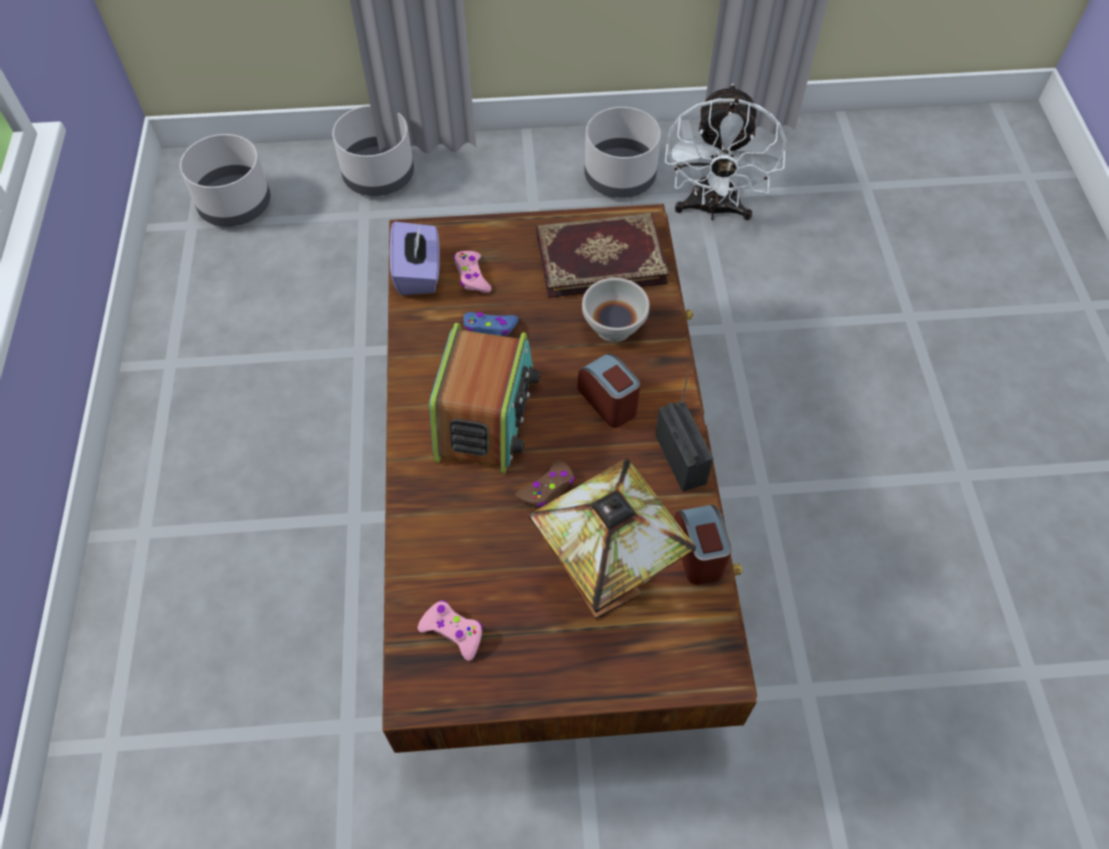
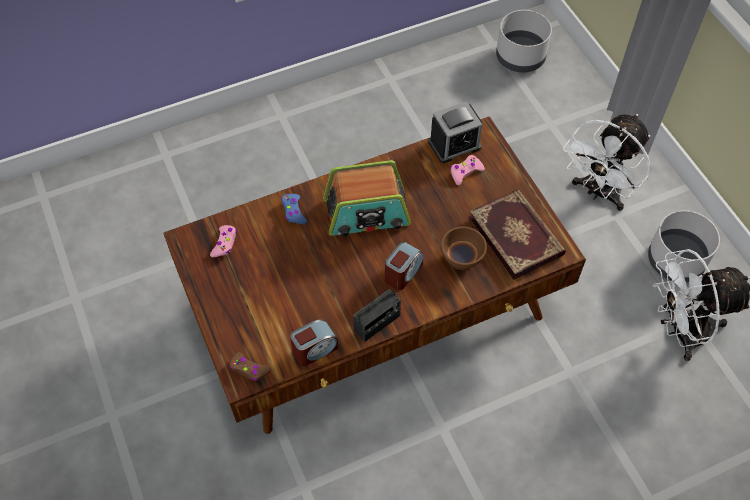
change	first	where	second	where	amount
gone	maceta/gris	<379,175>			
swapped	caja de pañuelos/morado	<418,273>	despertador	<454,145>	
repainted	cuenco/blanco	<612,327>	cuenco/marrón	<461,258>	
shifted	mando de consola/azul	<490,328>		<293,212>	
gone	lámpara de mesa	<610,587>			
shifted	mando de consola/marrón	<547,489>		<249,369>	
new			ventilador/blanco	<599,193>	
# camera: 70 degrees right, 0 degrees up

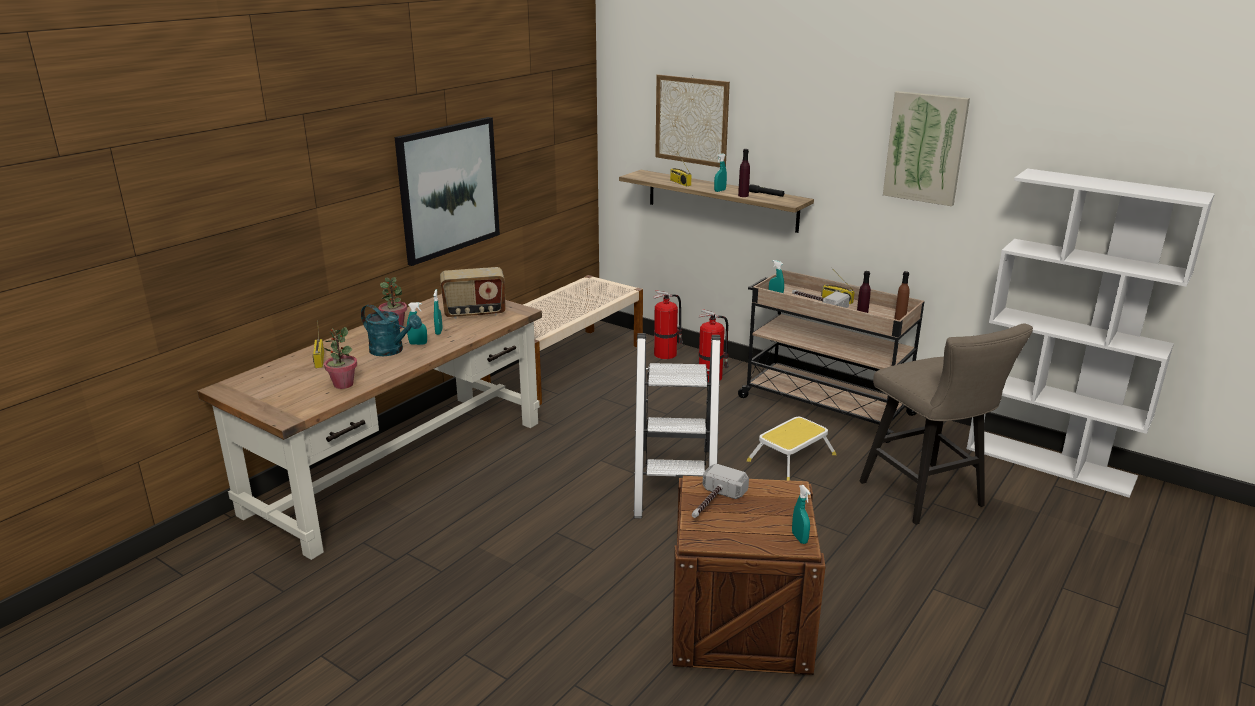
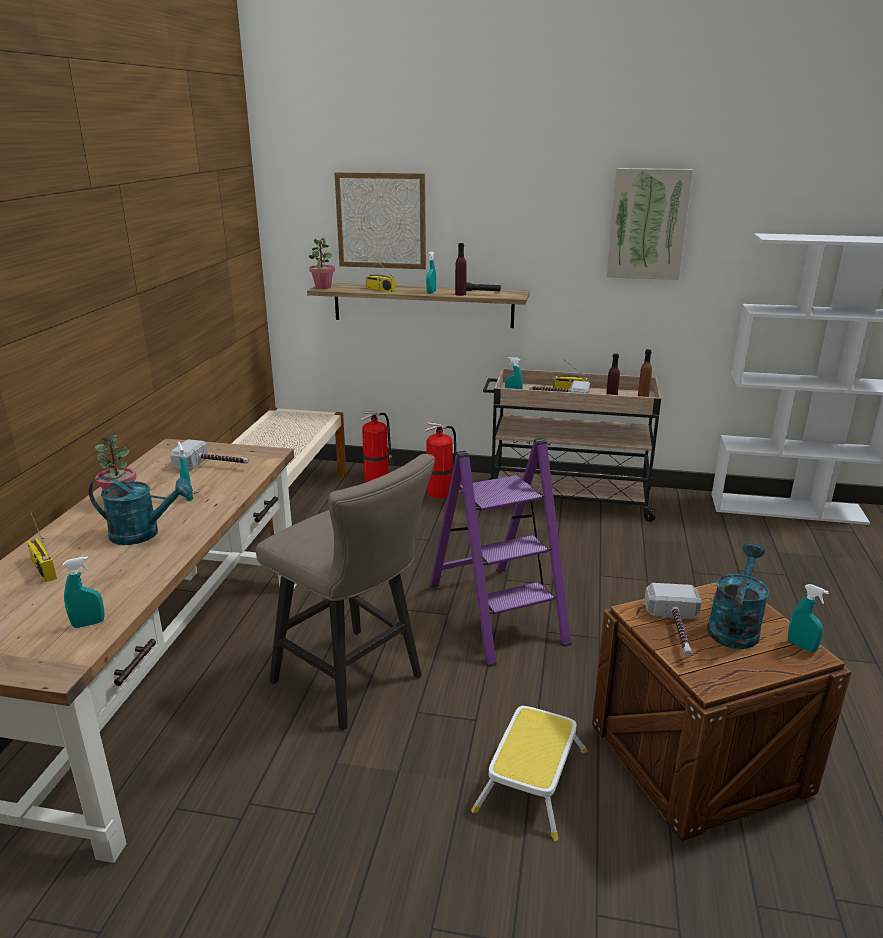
change	first	where	second	where	amount
gone	cuadro	<448,189>			
swapped	radio	<474,313>	martillo	<214,466>	
shifted	pulverizador/turquesa	<418,344>		<88,624>	
shifted	taburete/beis	<927,497>		<355,682>	
shifted	planta en maceta	<343,384>		<323,287>	
repainted	escalera de tijera/gris	<675,480>	escalera de tijera/morado	<495,611>	
shifted	escalera de tijera/amarillo	<791,457>		<531,779>	
new			regadera/turquesa	<734,626>	
# camera: 25 degrees left, 0 degrees up

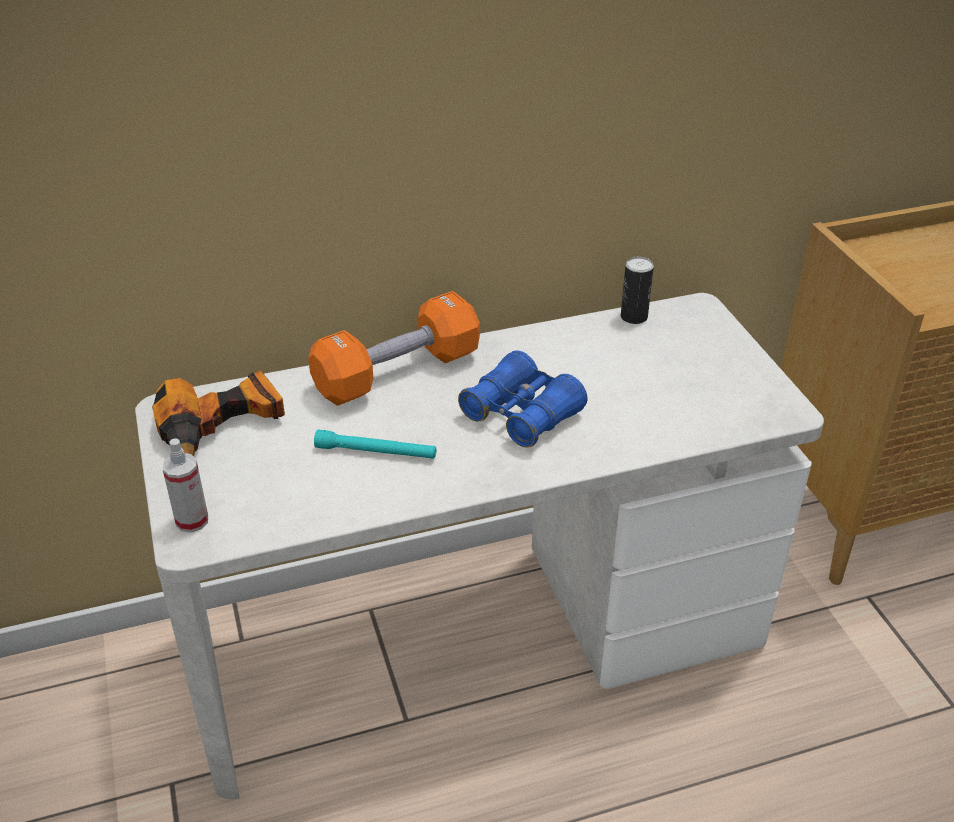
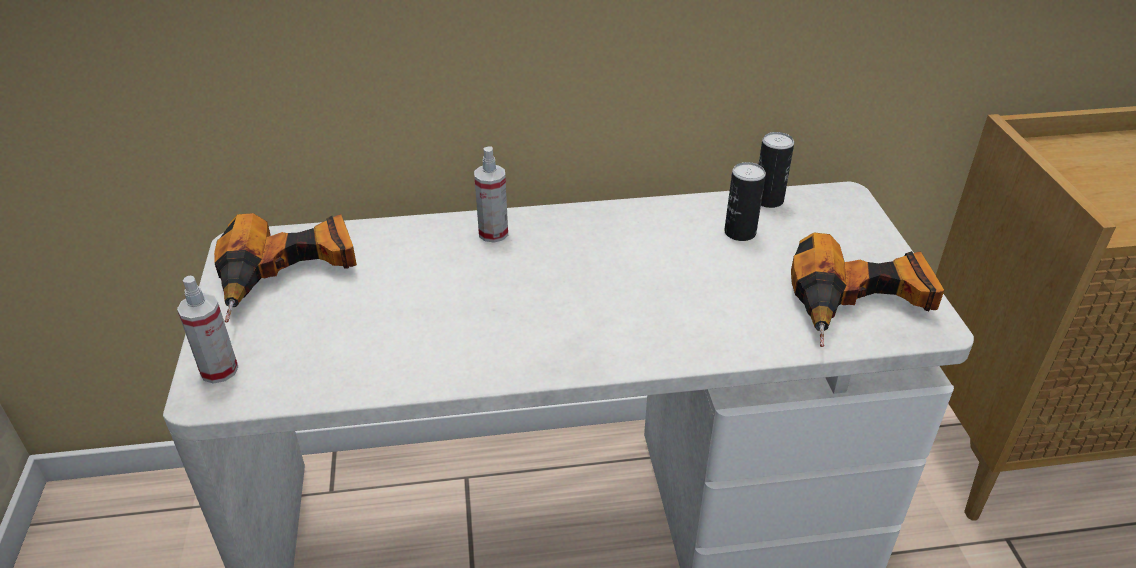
change	first	where	second	where	amount
swapped	mancuerna/naranja	<397,372>	pulverizador	<493,233>	
gone	prismáticos/azul	<521,414>			
gone	linterna/turquesa	<376,452>			
new			lata	<740,232>	
new			taladro	<861,306>	
# camera: 10 degrees right, 0 degrees up

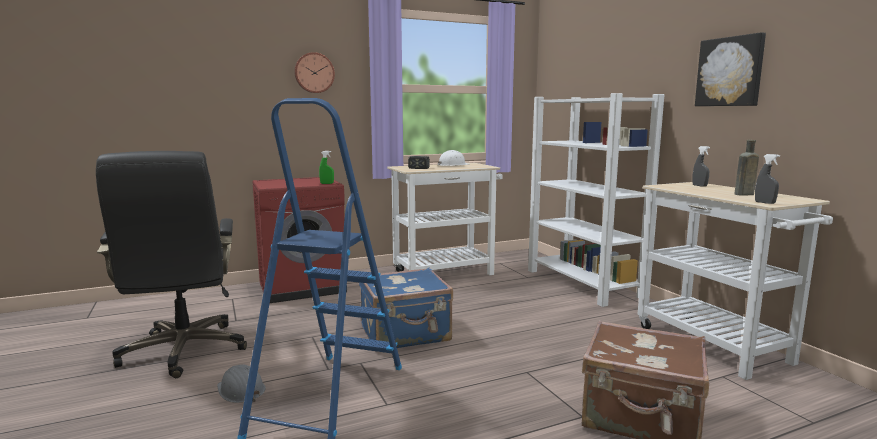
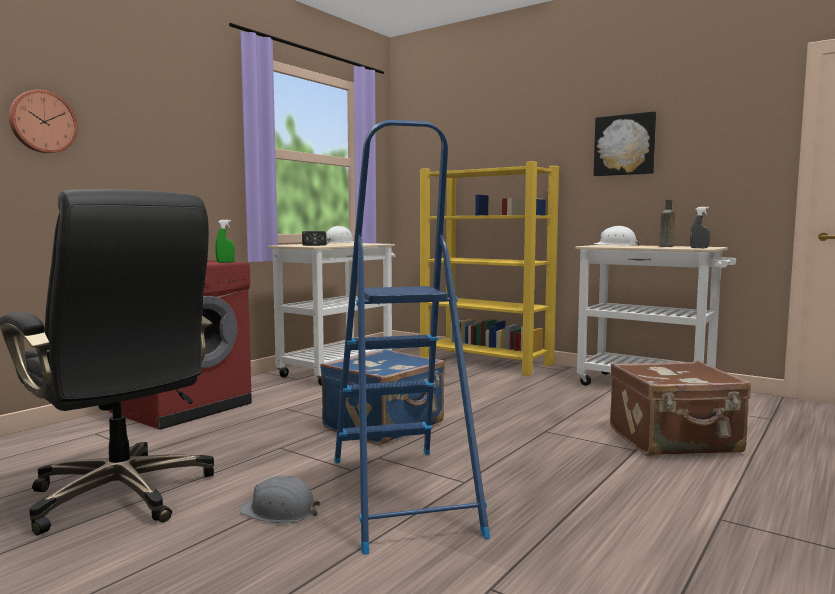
change	first	where	second	where	amount
shifted	reloj de pared	<314,73>		<42,122>	
repainted	estantería/blanco	<583,283>	estantería/amarillo	<485,362>	
swapped	pulverizador/gris	<699,186>	casco/blanco	<616,245>	
# camera: 30 degrees left, 5 degrees down

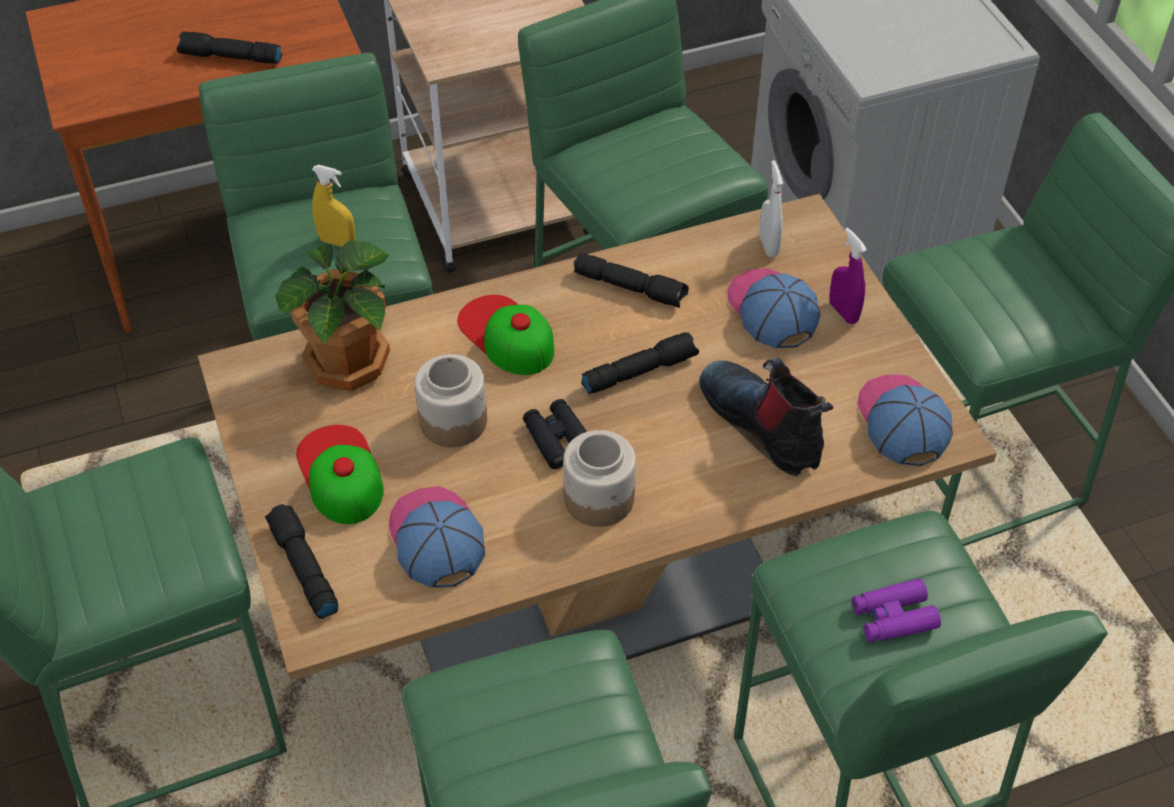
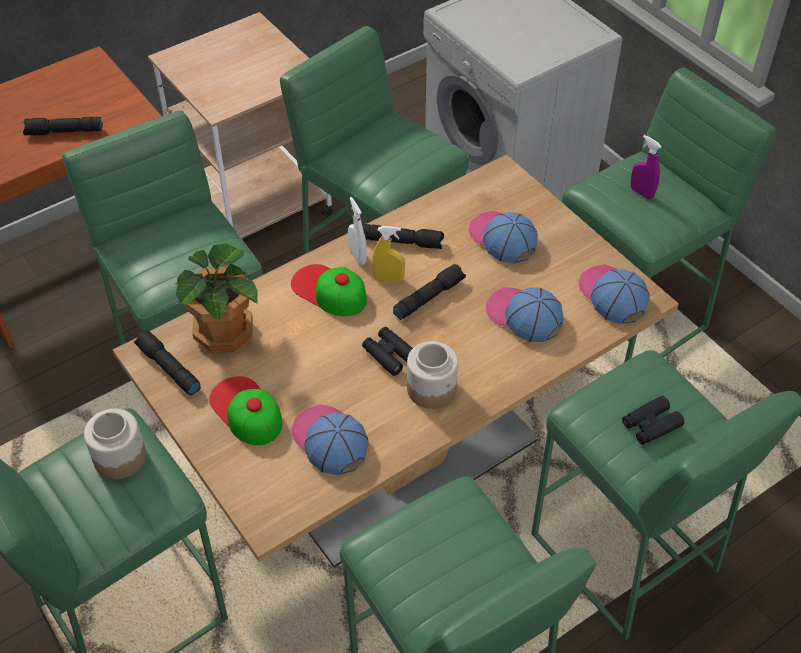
change	first	where	second	where	amount
shifted	pulverizador/blanco	<768,245>		<357,256>	
shifted	pulverizador/amarillo	<337,242>		<388,279>	
shifted	pulverizador/morado	<843,312>		<641,193>	
shifted	tarro	<453,420>		<120,457>	
swapped	bota	<763,424>	gorra	<523,316>	
shifted	linterna/negro	<302,568>		<168,368>	
repainted	prismáticos/morado	<893,617>	prismáticos/negro	<651,425>	
# camera: 15 degrees left, 0 degrees up

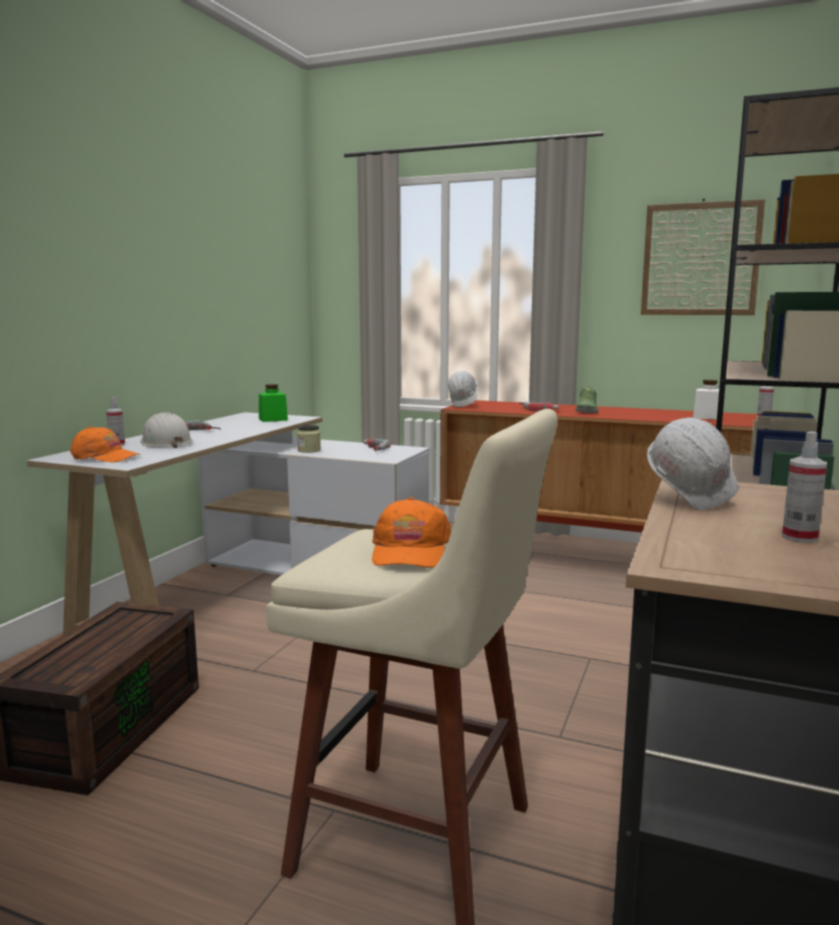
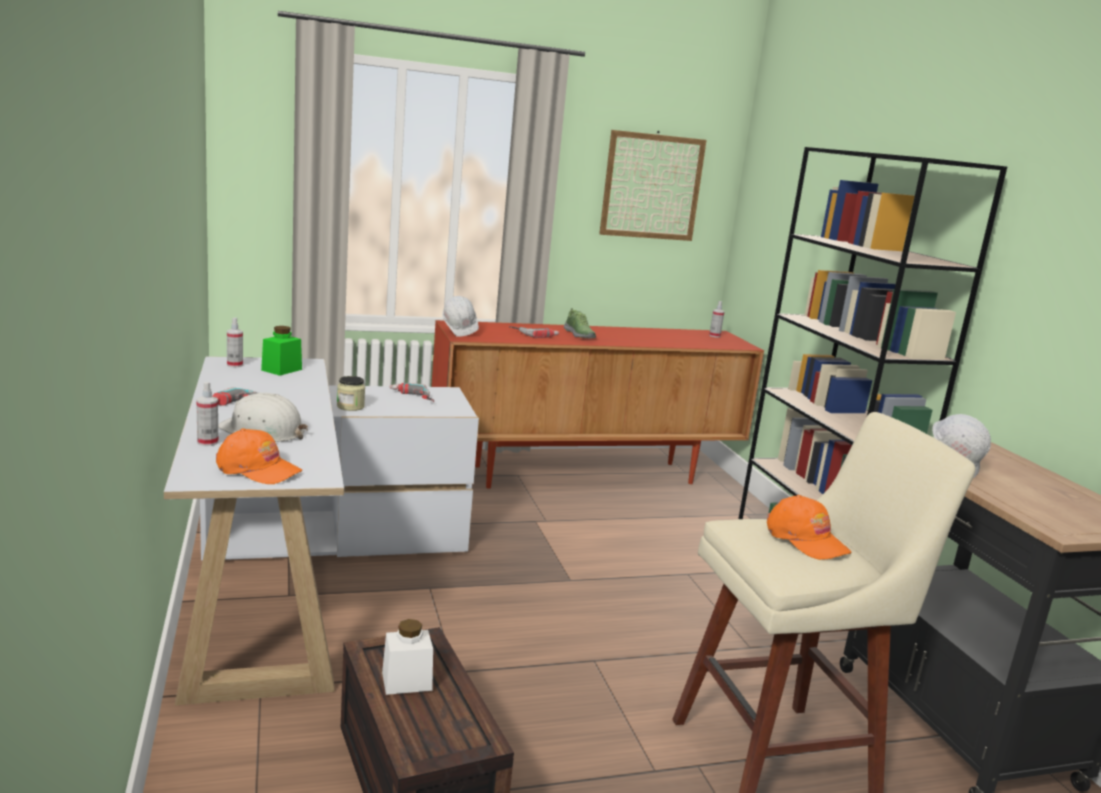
change	first	where	second	where	amount
shifted	tarro/blanco	<707,417>		<406,681>	
rotated	gorra/naranja	<104,457>		<258,469>	45 degrees clockwise
shifted	pulverizador	<799,537>		<235,365>	
# camera: 40 degrees left, 5 degrees up

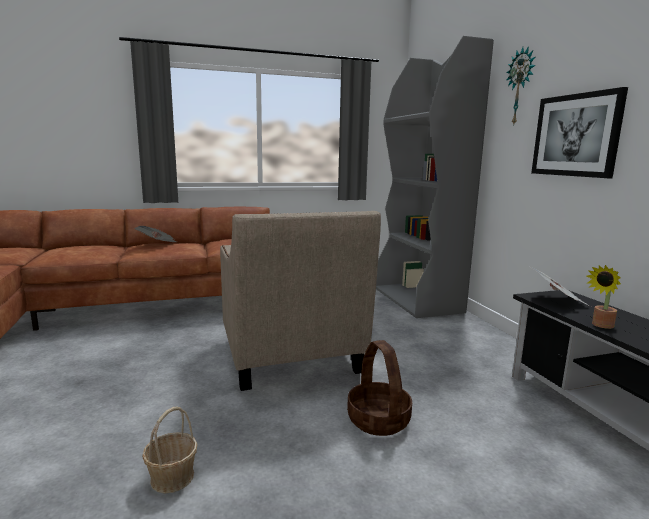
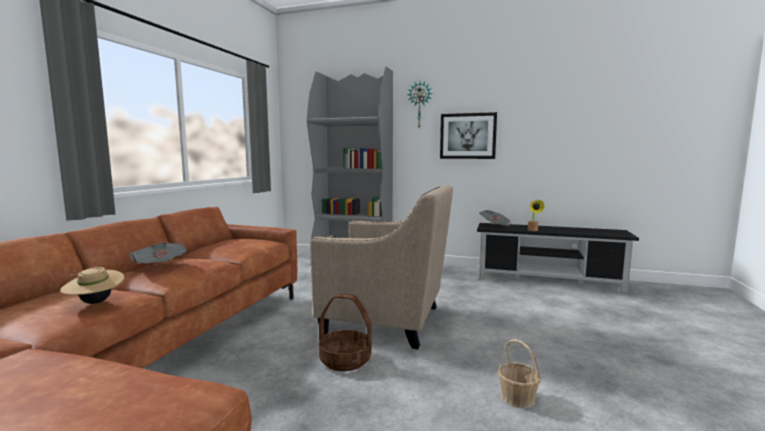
change	first	where	second	where	amount
shifted	cesta	<379,420>		<345,359>	
new			sombrero/beis	<95,302>	
# camera: 55 degrees left, 5 degrees down

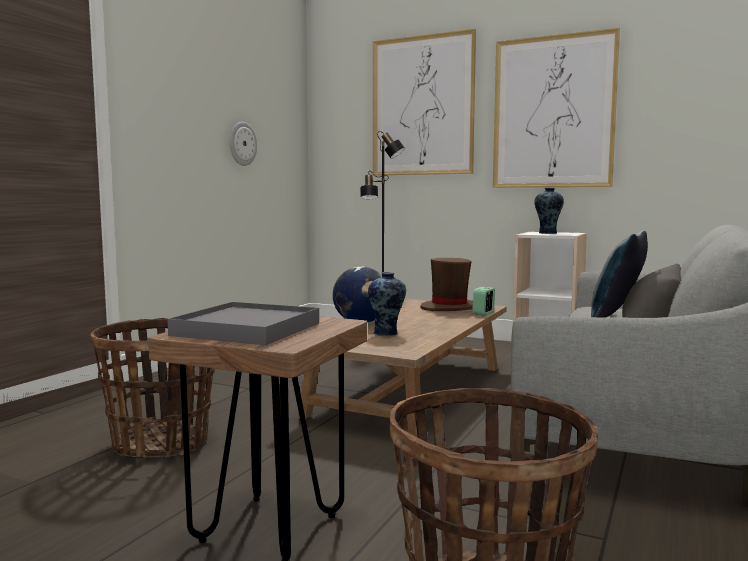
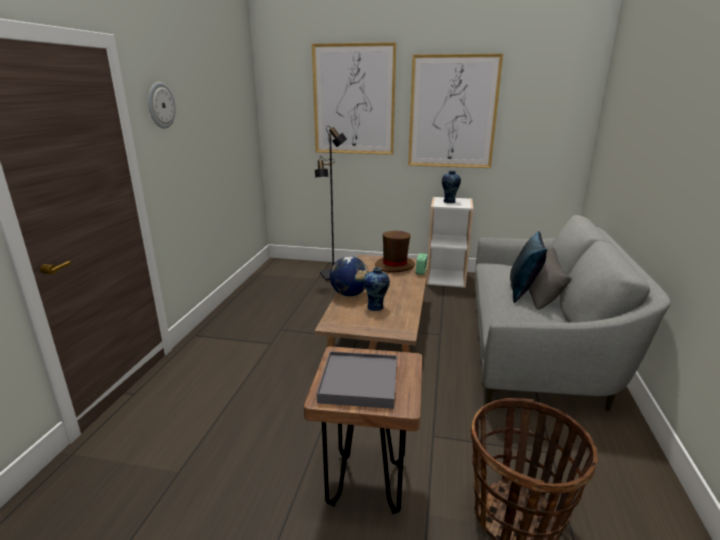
change	first	where	second	where	amount
shifted	reloj de pared	<242,144>		<160,105>	
gone	cesta	<161,443>			
# camera: 15 degrees left, 15 degrees up

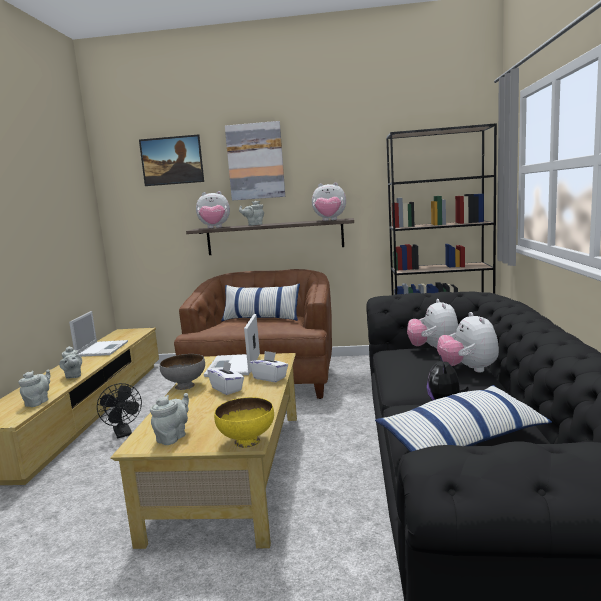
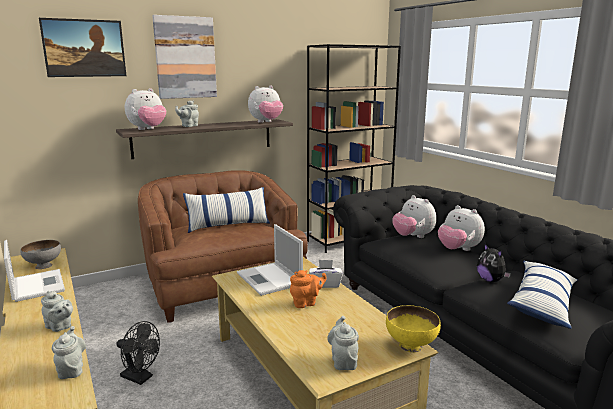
change	first	where	second	where	amount
shifted	cuenco/gris	<185,386>		<44,265>	
swapped	caja de pañuelos/blanco	<227,389>	tetera/naranja	<306,303>	
# camera: 35 degrees left, 5 degrees up

